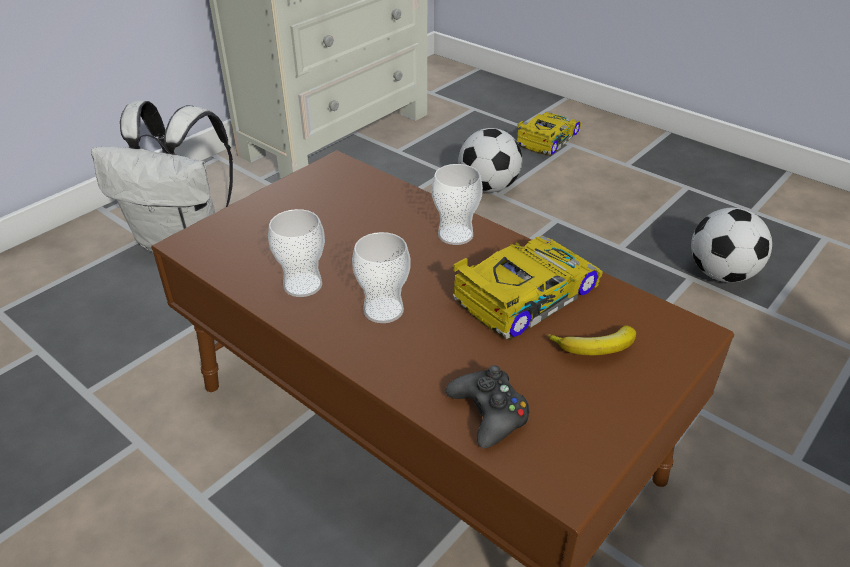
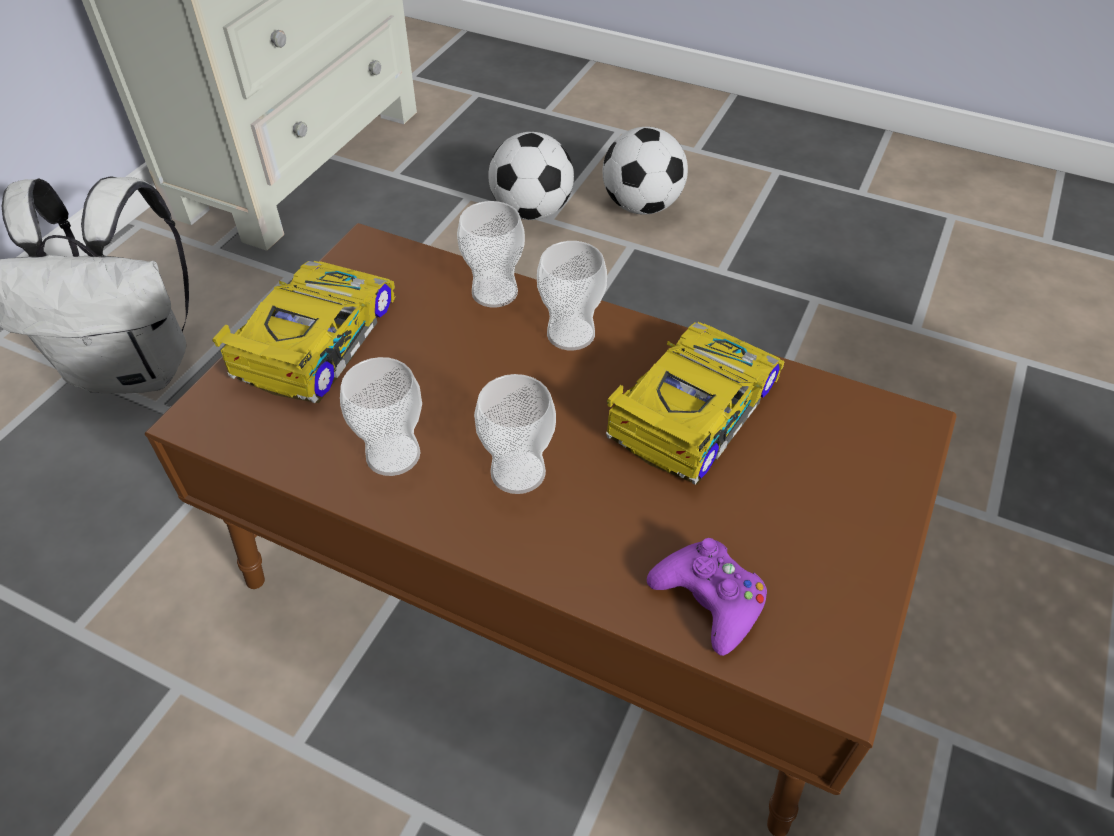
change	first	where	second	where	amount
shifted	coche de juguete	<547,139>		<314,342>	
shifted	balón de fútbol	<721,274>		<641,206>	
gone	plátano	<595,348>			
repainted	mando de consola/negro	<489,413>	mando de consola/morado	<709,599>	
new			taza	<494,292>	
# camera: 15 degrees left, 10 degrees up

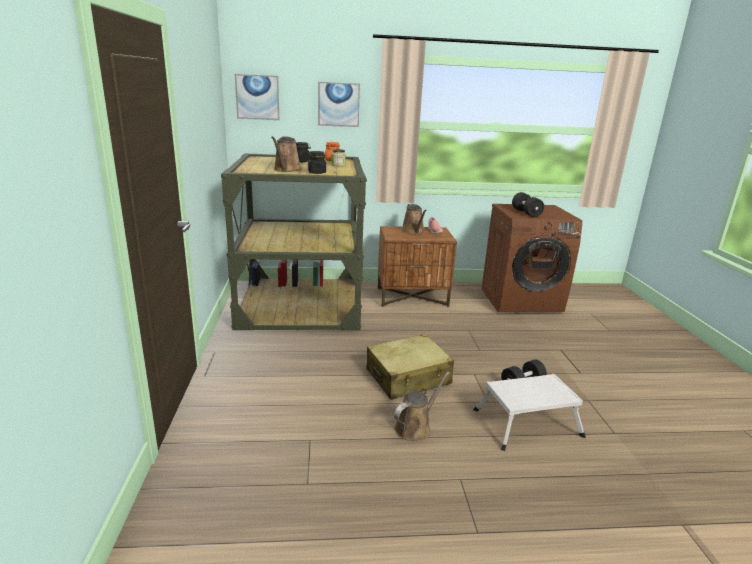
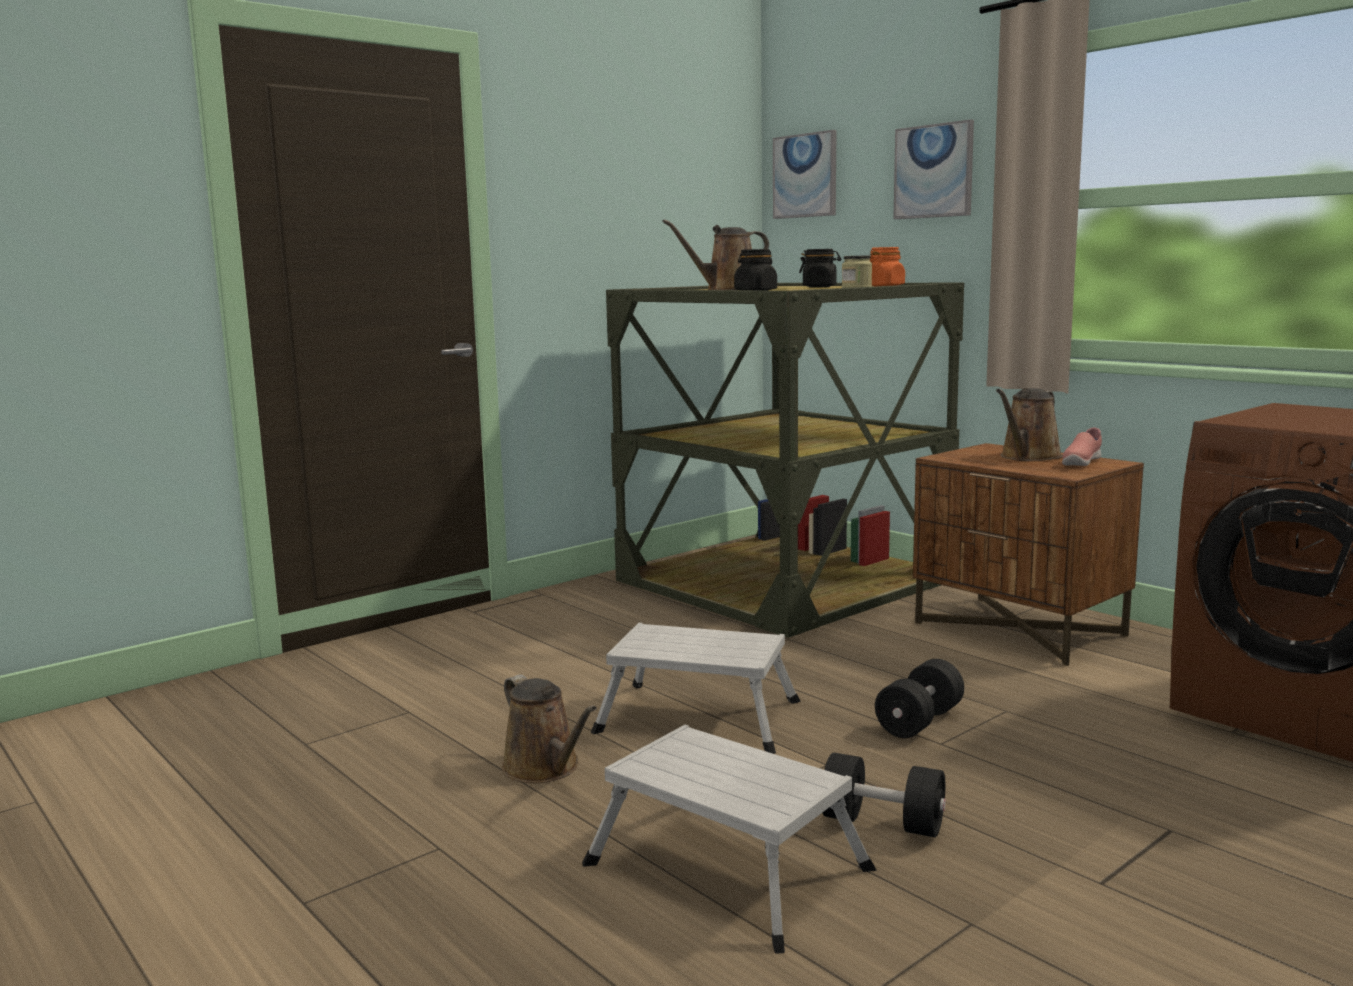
change	first	where	second	where	amount
shifted	mancuerna/negro	<526,213>		<919,721>	
swapped	maleta/beis	<408,377>	escalera de tijera/blanco	<699,717>	
rotated	regadera/marrón	<415,427>		<545,768>	45 degrees clockwise
# camera: 55 degrees right, 10 degrees down

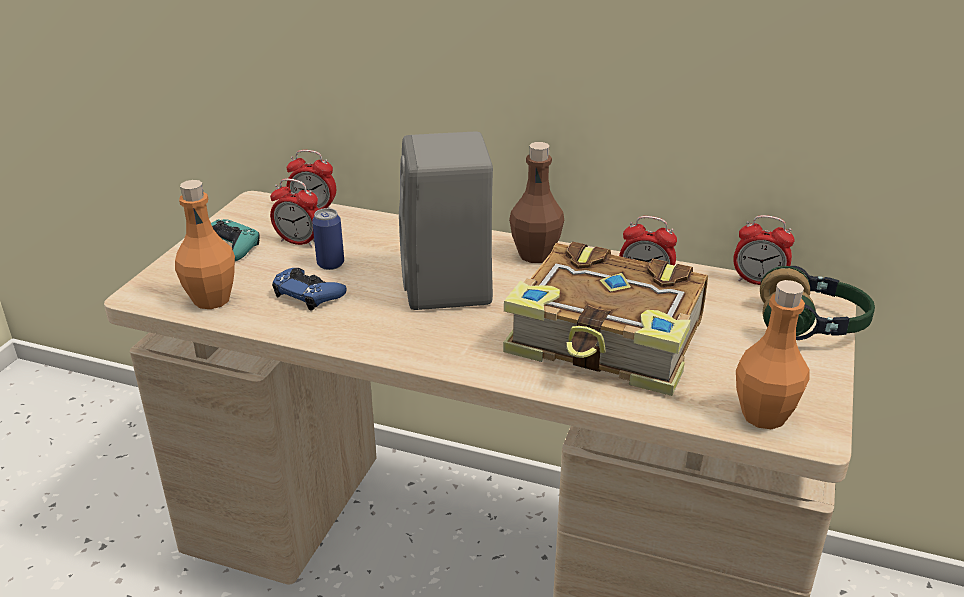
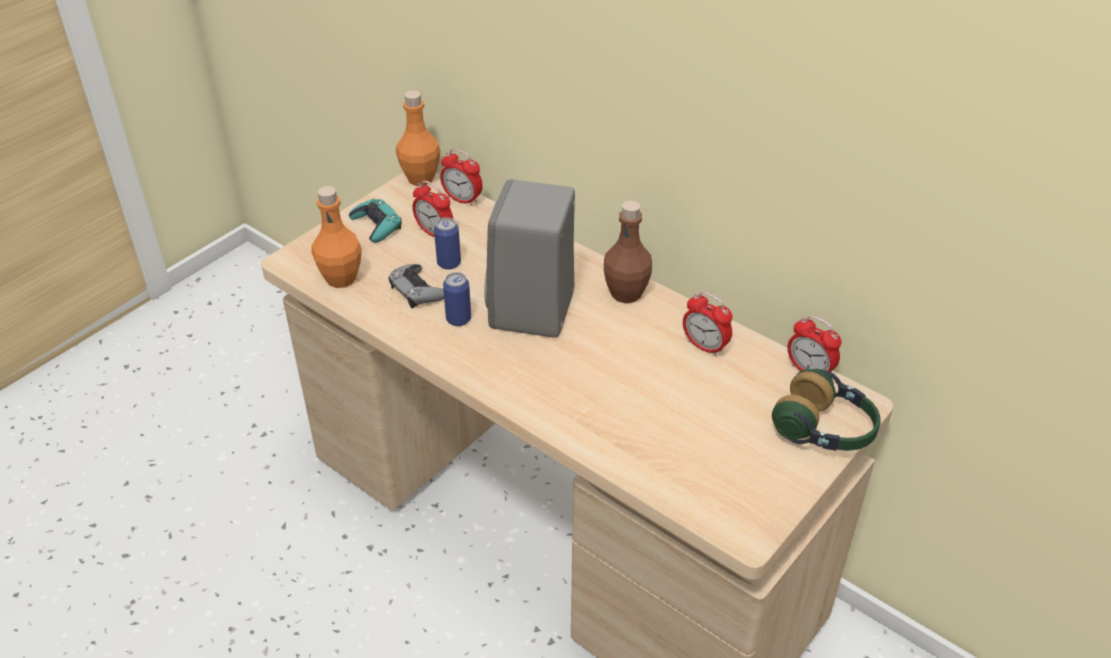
change	first	where	second	where	amount
gone	libro	<608,341>			
repainted	mando de consola/azul	<308,294>	mando de consola/gris	<417,290>	
shifted	botella/naranja	<763,415>		<420,178>	
new			lata	<458,319>	
# camera: 20 degrees right, 10 degrees up

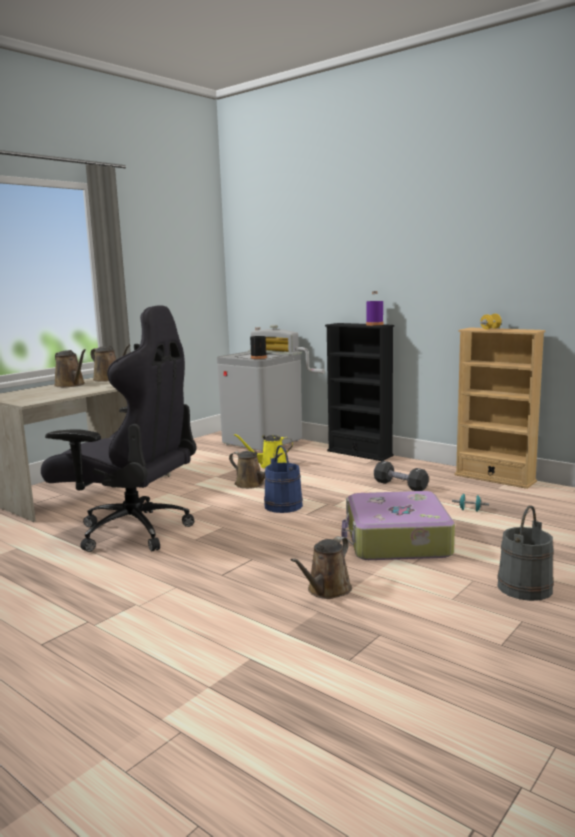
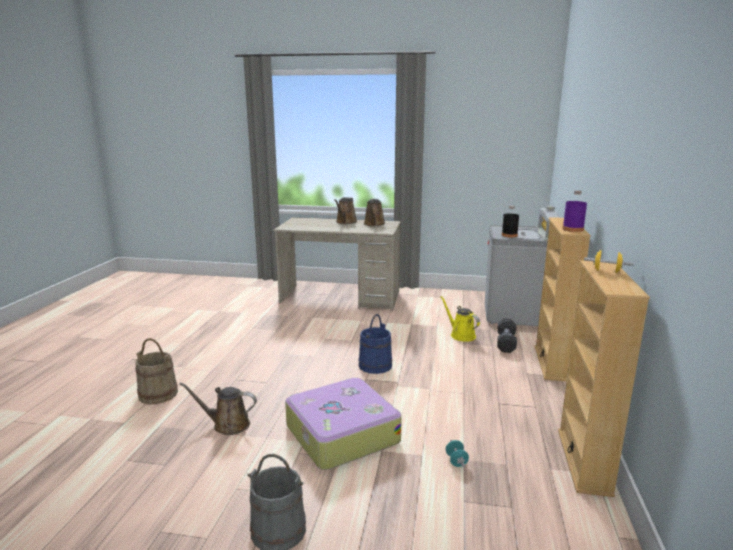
change	first	where	second	where	amount
gone	silla de oficina/negro	<128,531>			
repainted	estantería/negro	<359,453>	estantería/beis	<551,363>	
gone	regadera/marrón	<252,484>			
shifted	mancuerna/negro	<400,485>		<506,343>	
new			cubo/beis	<158,394>	
# camera: 60 degrees right, 5 degrees up

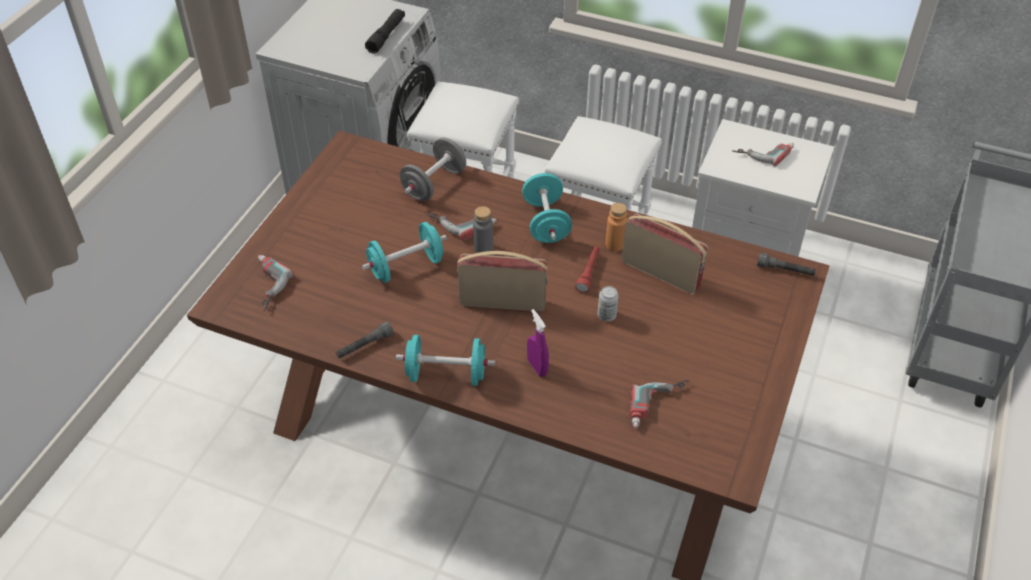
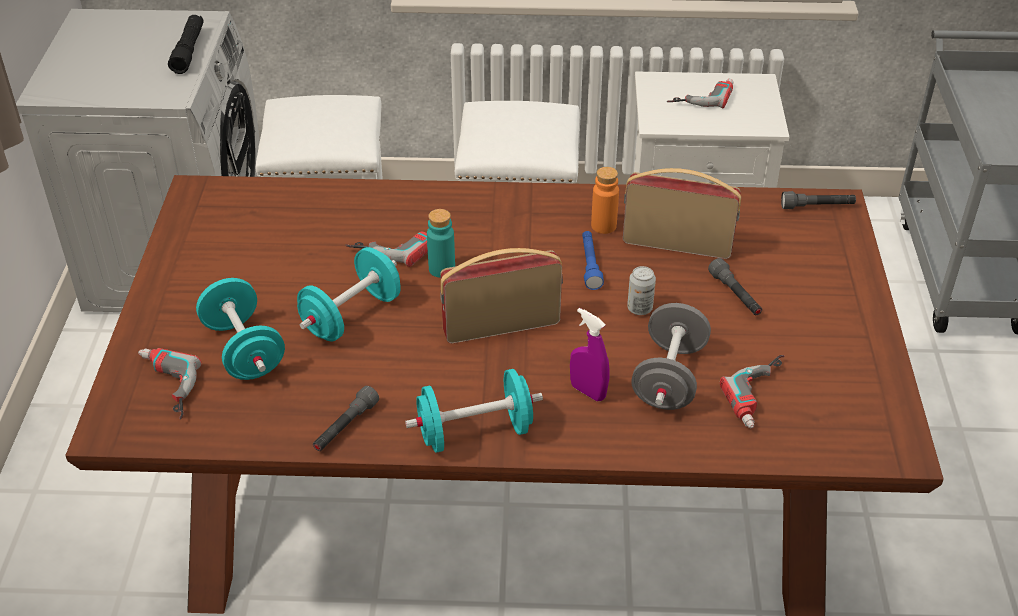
change	first	where	second	where	amount
shifted	mancuerna/gris	<434,184>		<669,378>	
shifted	mancuerna/turquesa	<546,222>		<244,350>	
repainted	botella/gris	<483,248>	botella/turquesa	<442,269>	
repainted	linterna/rojo	<588,273>	linterna/azul	<590,265>	
new			linterna/gris	<735,295>	
# camera: 20 degrees left, 5 degrees down

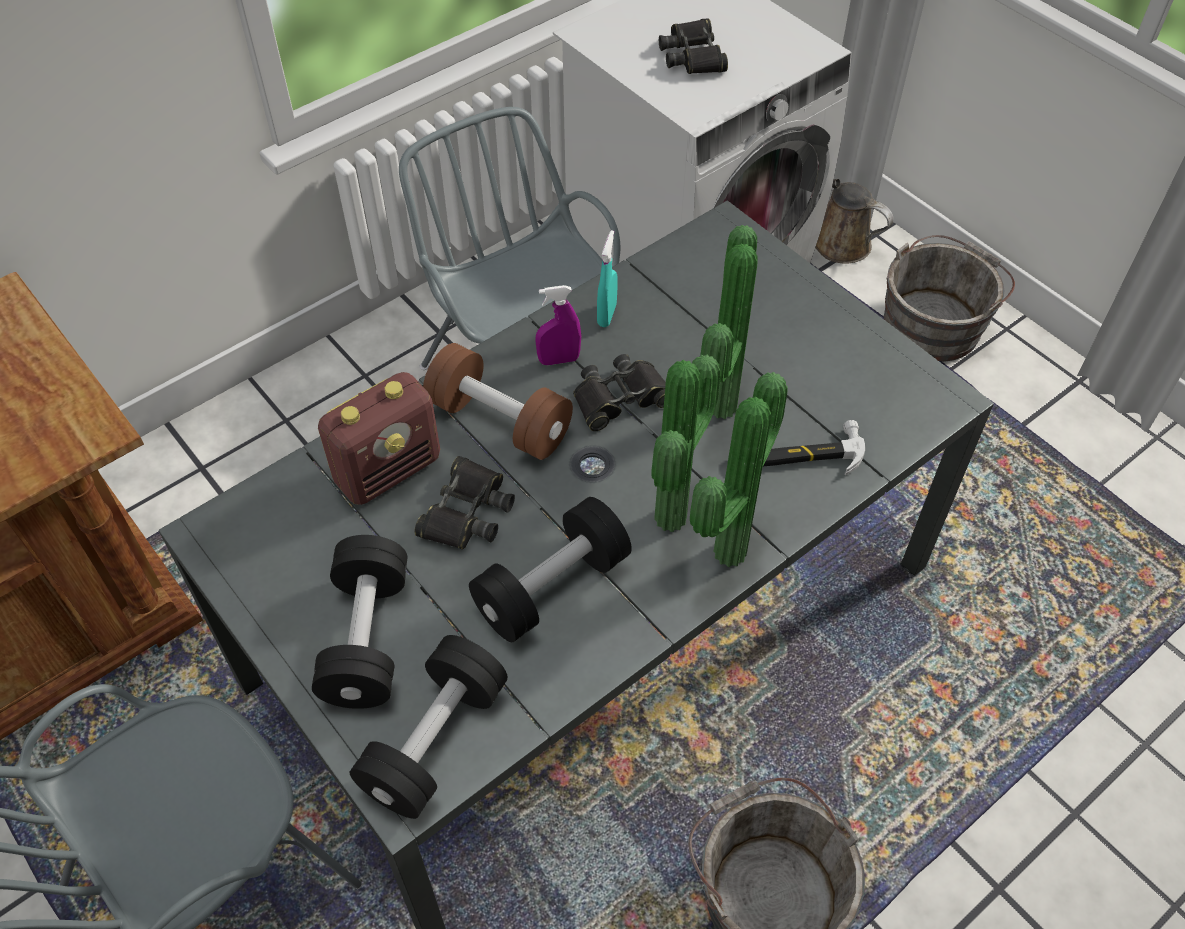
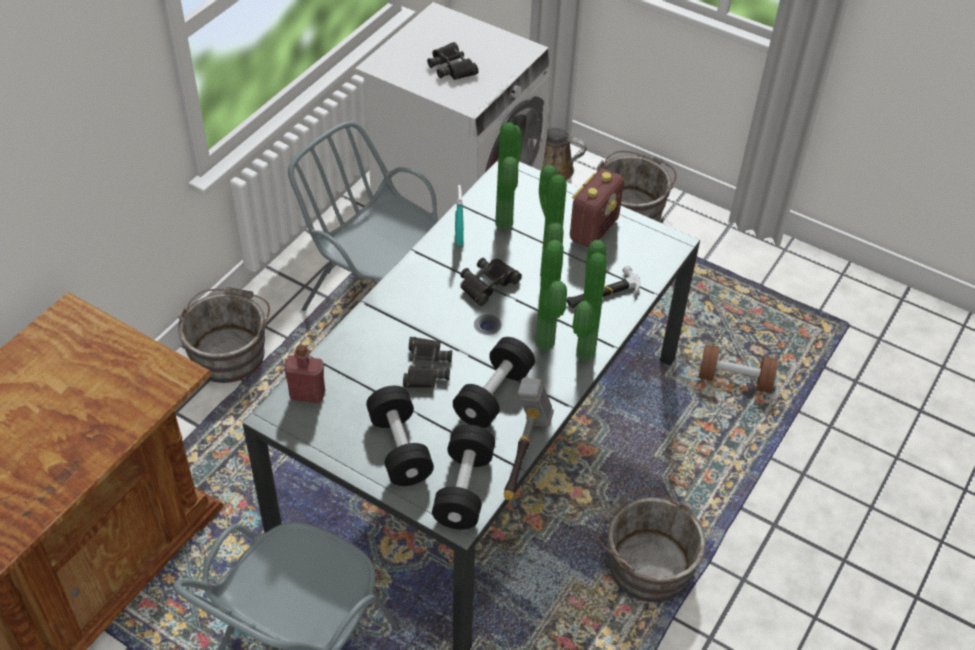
change	first	where	second	where	amount
gone	pulverizador/morado	<559,360>			
shifted	mancuerna/marrón	<499,421>		<735,379>	
shifted	radio	<389,470>		<594,229>	
new			planta en maceta	<507,223>	
new			cubo/gris	<229,351>	
new			botella/rojo	<307,394>	
new			martillo	<524,454>	
# camera: 20 degrees left, 5 degrees down

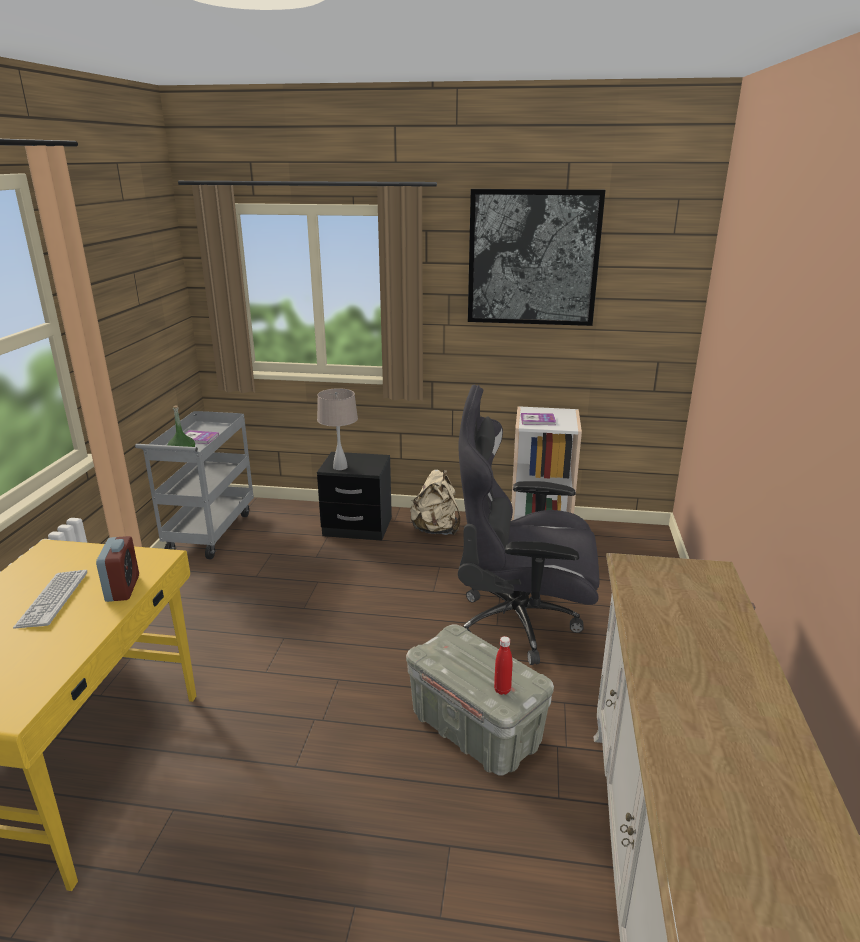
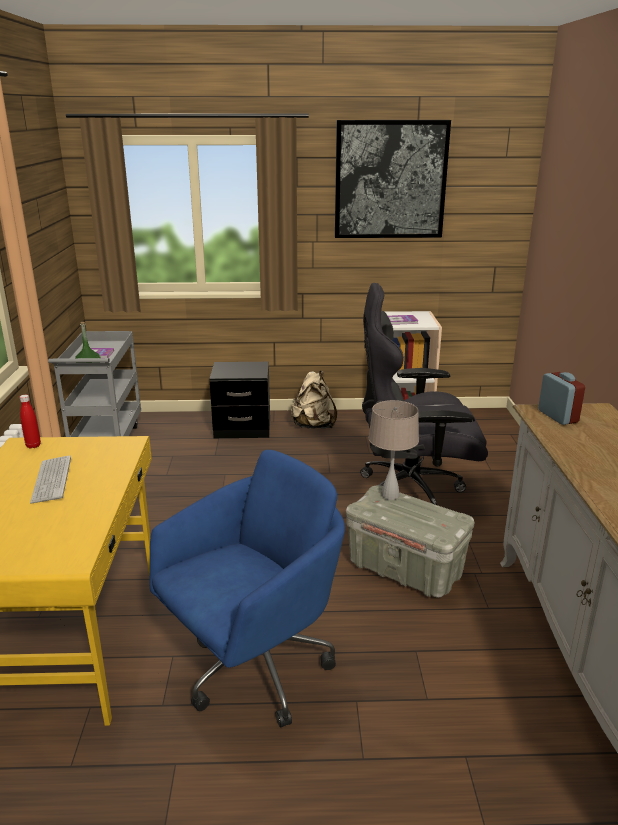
change	first	where	second	where	amount
shifted	lámpara de mesa/beis	<340,467>		<390,495>	
shifted	despertador	<122,588>		<557,416>	
shifted	botella/rojo	<502,690>		<33,445>	
new			silla de oficina/azul	<253,674>	
# camera: 10 degrees left, 0 degrees up

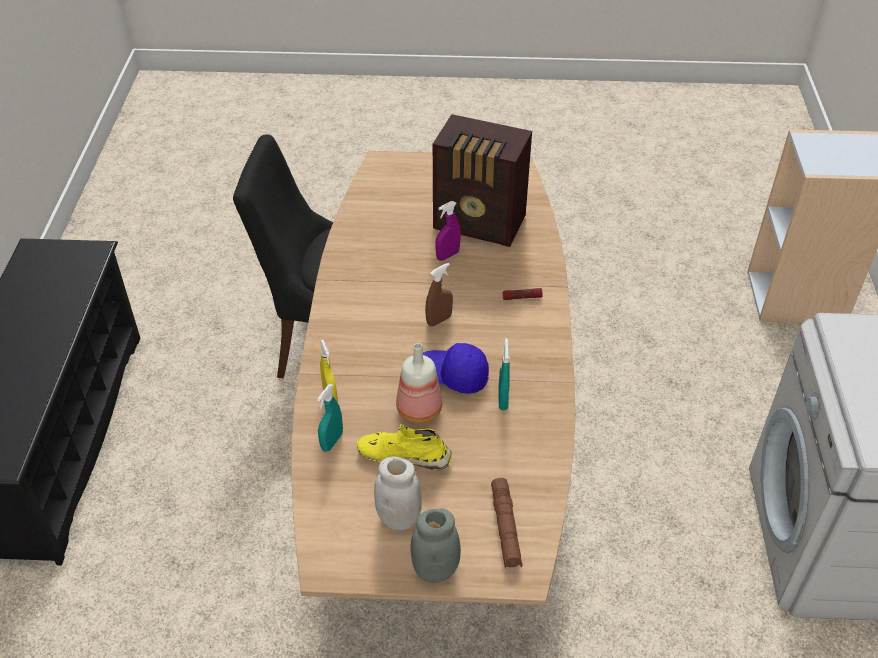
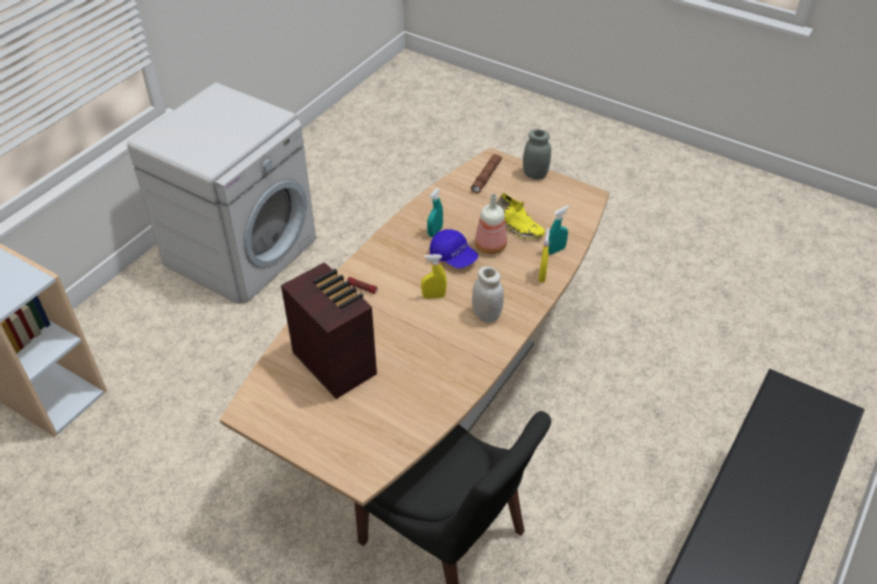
change	first	where	second	where	amount
gone	pulverizador/morado	<447,255>			
repainted	pulverizador/marrón	<439,320>	pulverizador/amarillo	<433,296>	
shifted	tarro/blanco	<399,518>		<486,315>	
# camera: 150 degrees left, 0 degrees up

